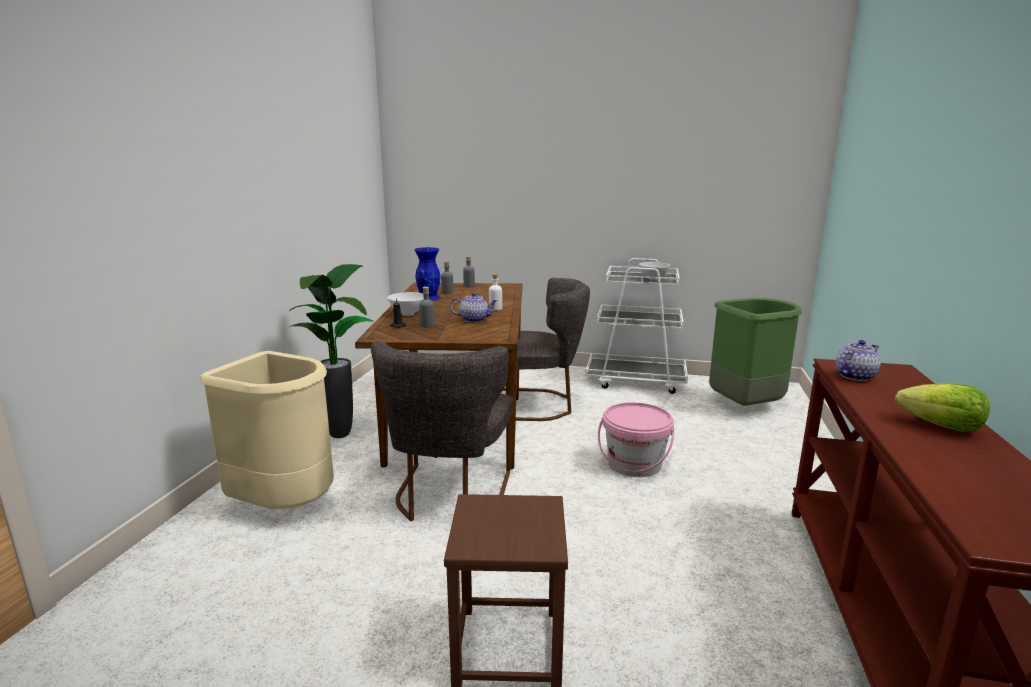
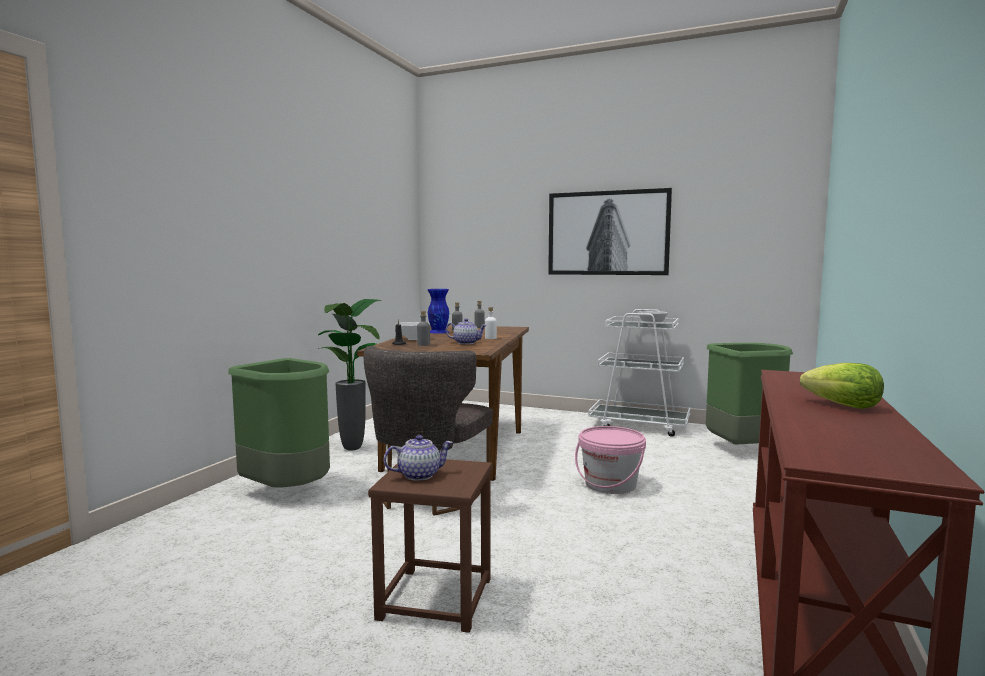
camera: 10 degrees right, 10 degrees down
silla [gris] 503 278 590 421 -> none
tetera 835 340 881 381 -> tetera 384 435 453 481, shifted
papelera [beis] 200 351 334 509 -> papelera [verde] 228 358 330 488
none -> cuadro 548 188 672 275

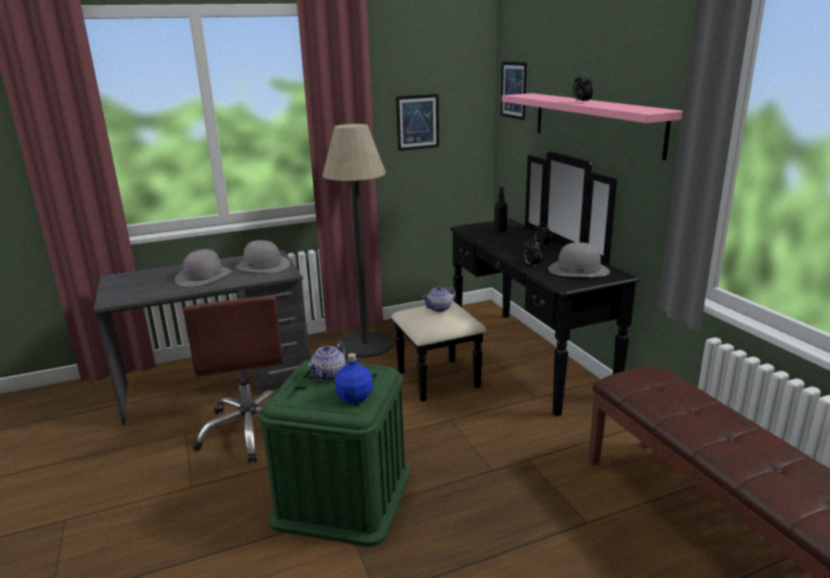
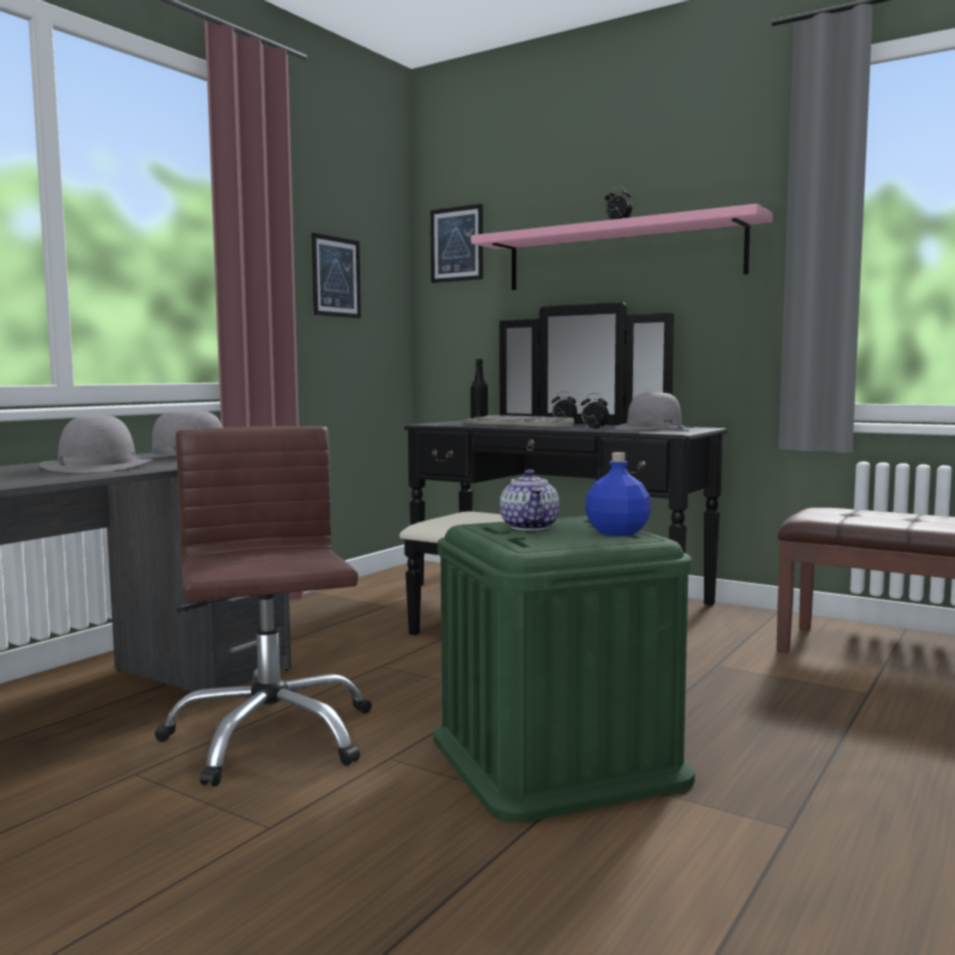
camera: 35 degrees left, 15 degrees down
lámpara de pie 322 124 393 358 -> none
tetera 422 286 456 312 -> none
silla de oficina [marrón] 183 296 286 463 -> silla de oficina [marrón] 155 426 372 787, 150 degrees counterclockwise
none -> teclado 464 415 574 427

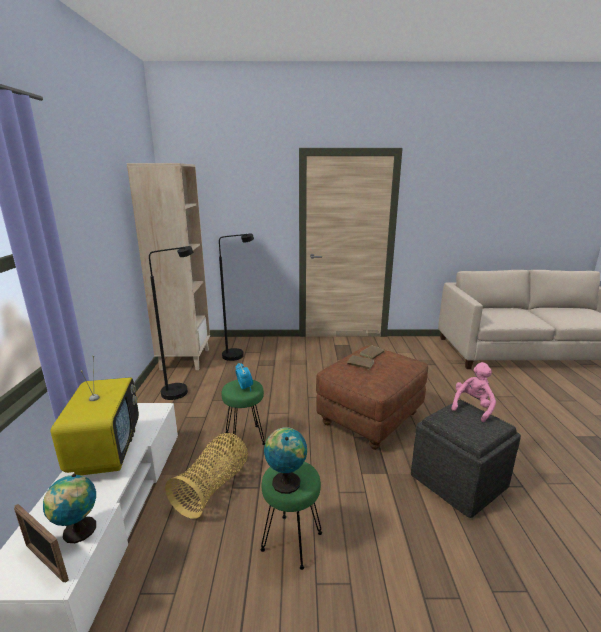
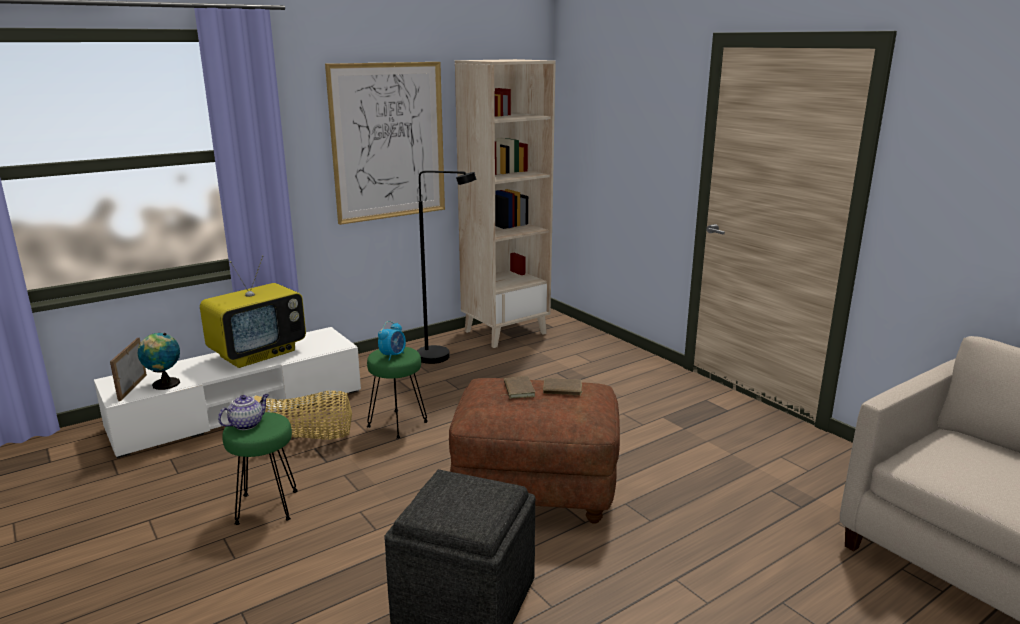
camera: 55 degrees right, 0 degrees up
lámpara de pie [negro] 219 233 254 361 -> none
peluche [rosa] 451 362 496 422 -> none
globo terráqueo 264 427 307 494 -> tetera 218 394 269 430
none -> cuadro 325 62 445 225

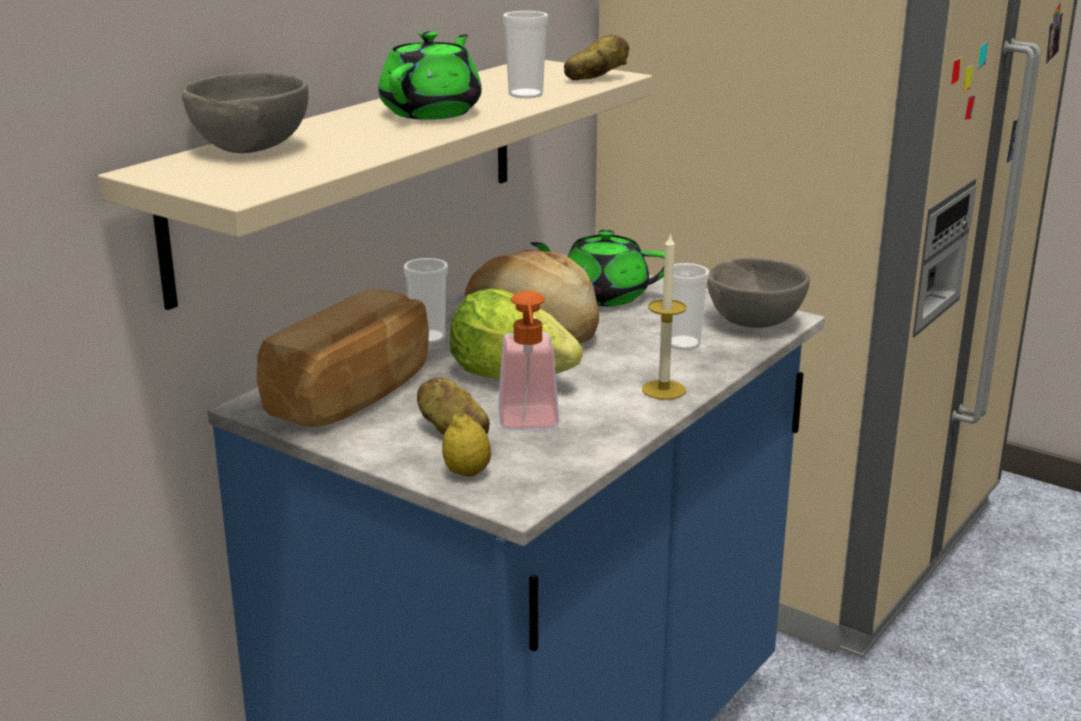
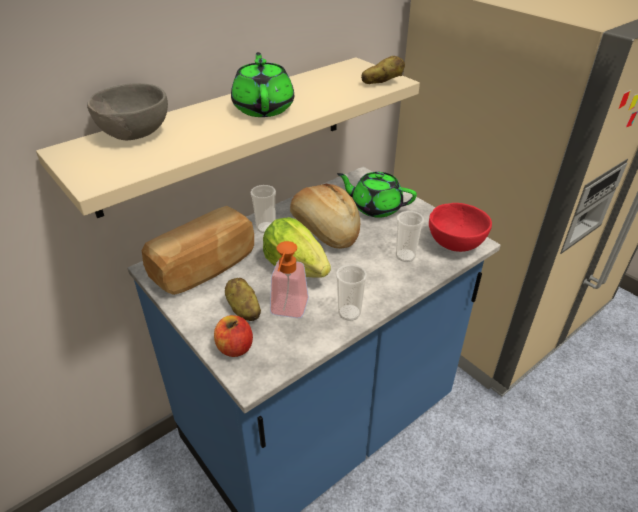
camera: 15 degrees right, 15 degrees up
taza 503 11 548 98 -> taza 336 264 367 321, shifted
tetera [verde] 378 31 482 120 -> tetera [verde] 231 52 294 117, 45 degrees counterclockwise
vela 642 232 686 400 -> none
cuenco [gris] 707 258 810 328 -> cuenco [rojo] 429 203 492 252
limón 442 413 491 476 -> manzana 214 315 253 357

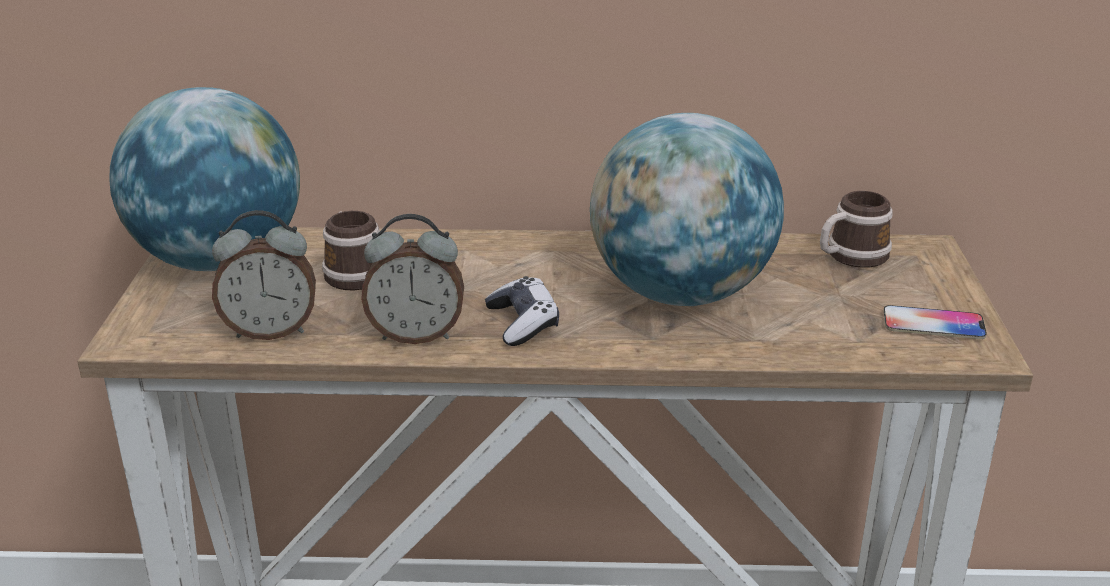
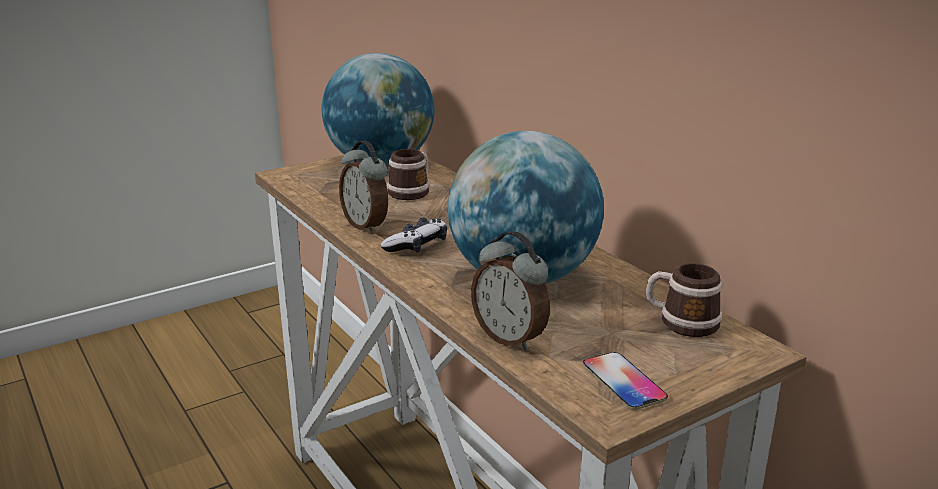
camera: 55 degrees right, 5 degrees down
despertador 212 210 316 340 -> despertador 471 231 550 351, shifted

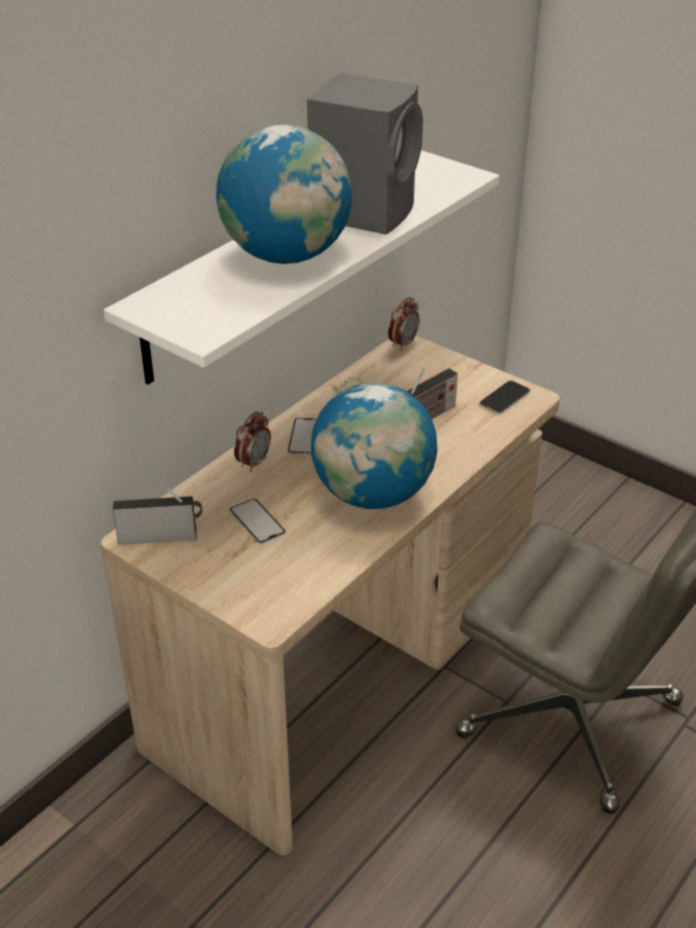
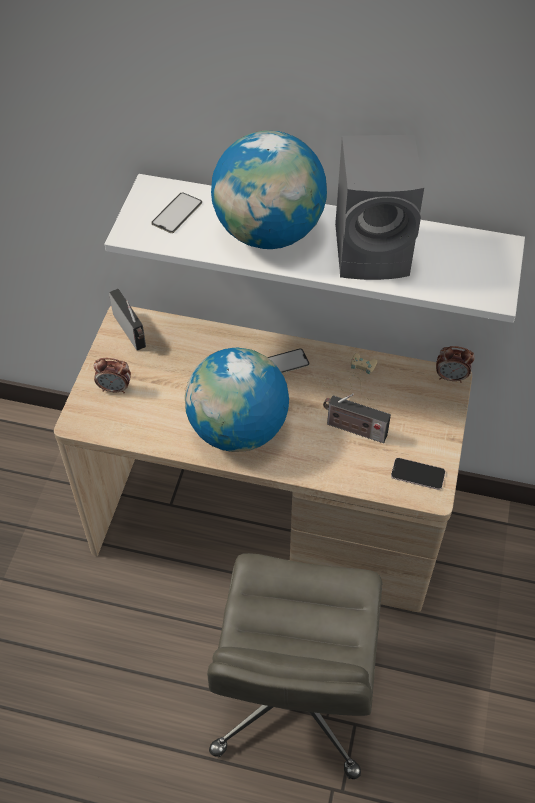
camera: 65 degrees right, 15 degrees up
despertador 234 411 271 472 -> despertador 94 358 131 393, shifted
móvil 230 499 286 544 -> móvil 151 192 202 233, shifted

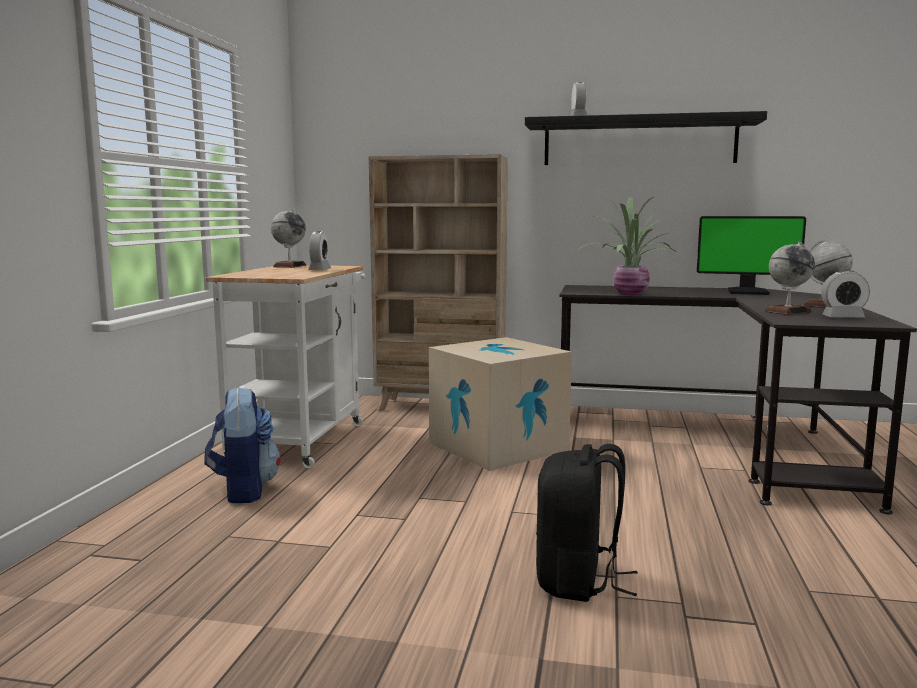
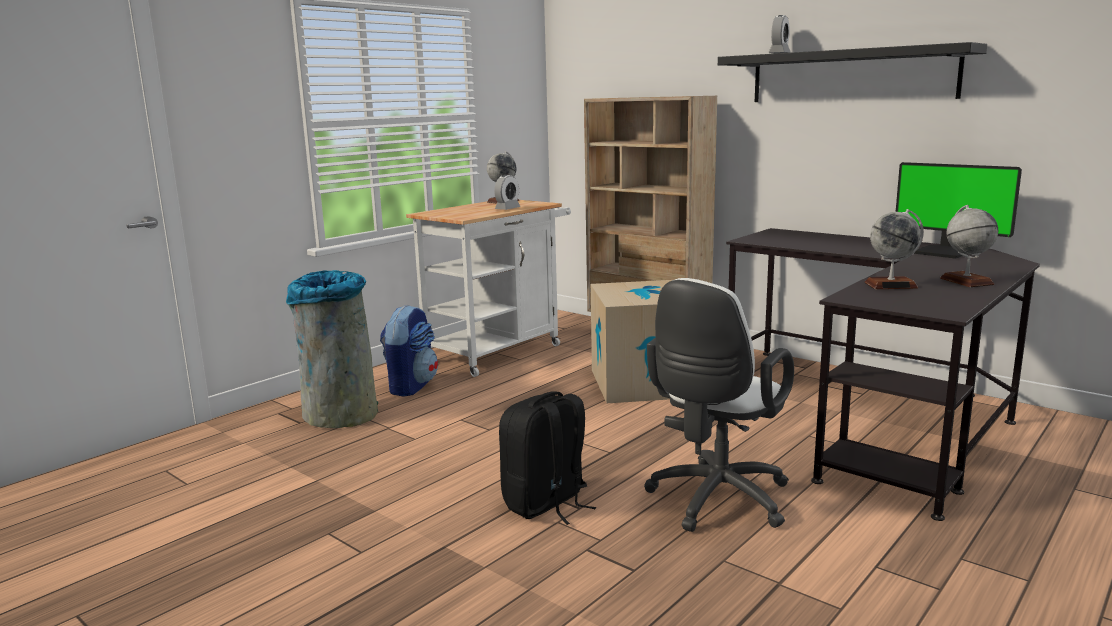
camera: 30 degrees right, 5 degrees up
planta en maceta 580 197 676 295 -> none
despertador 821 270 870 317 -> none
none -> papelera [gris] 286 270 378 428
none -> silla de oficina [blanco] 644 278 794 532

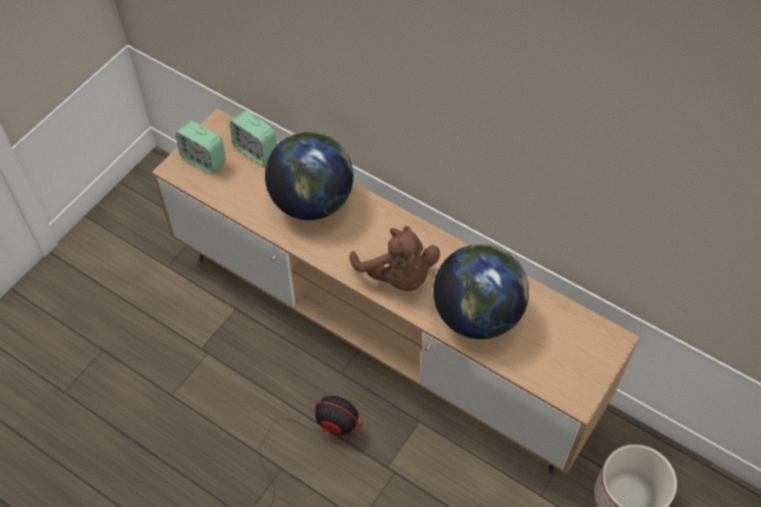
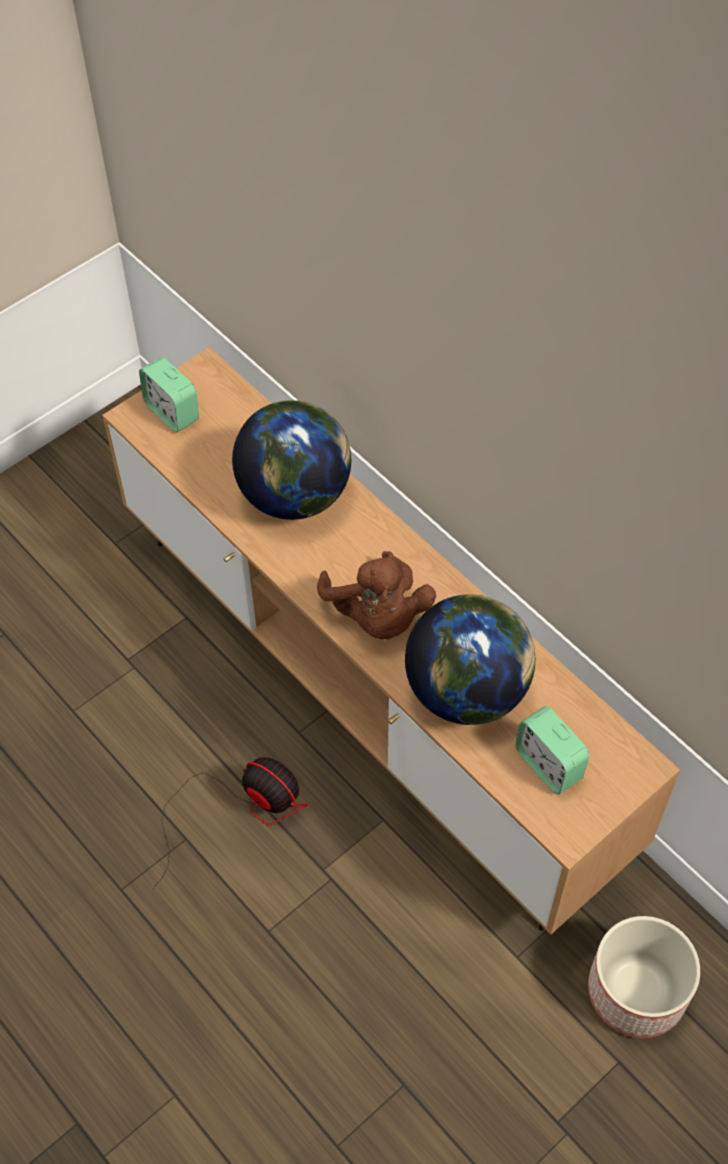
camera: 15 degrees right, 0 degrees up
despertador 230 111 277 165 -> despertador 515 706 590 795, shifted

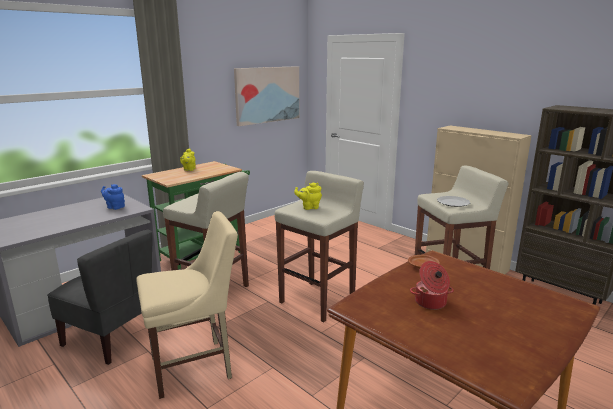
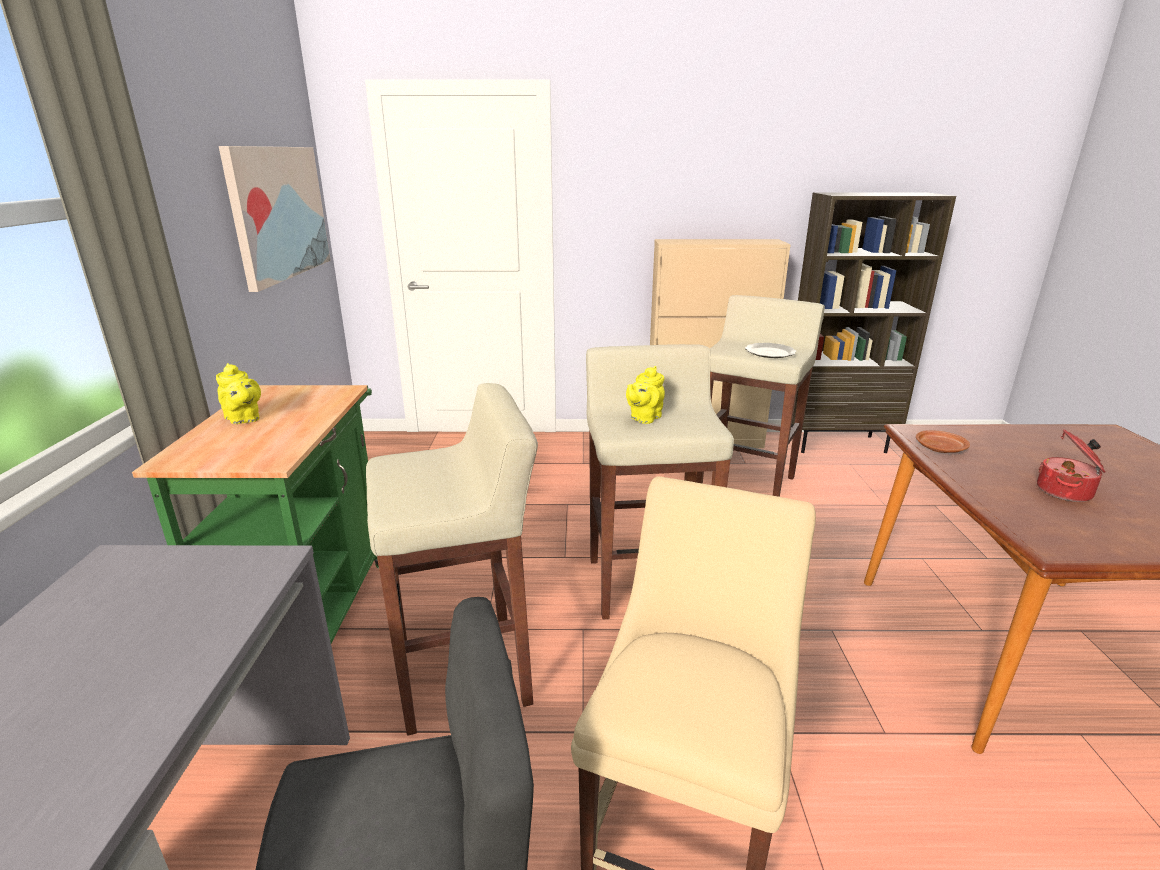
camera: 45 degrees left, 5 degrees up
tetera [azul] 101 184 125 210 -> none

